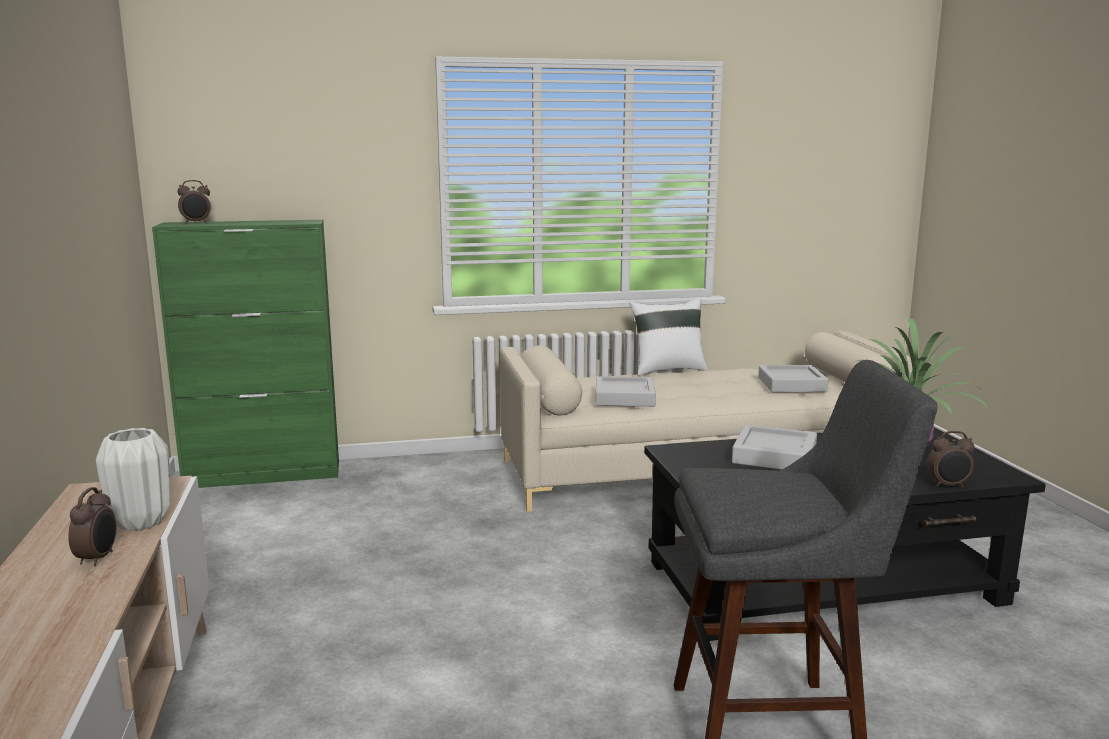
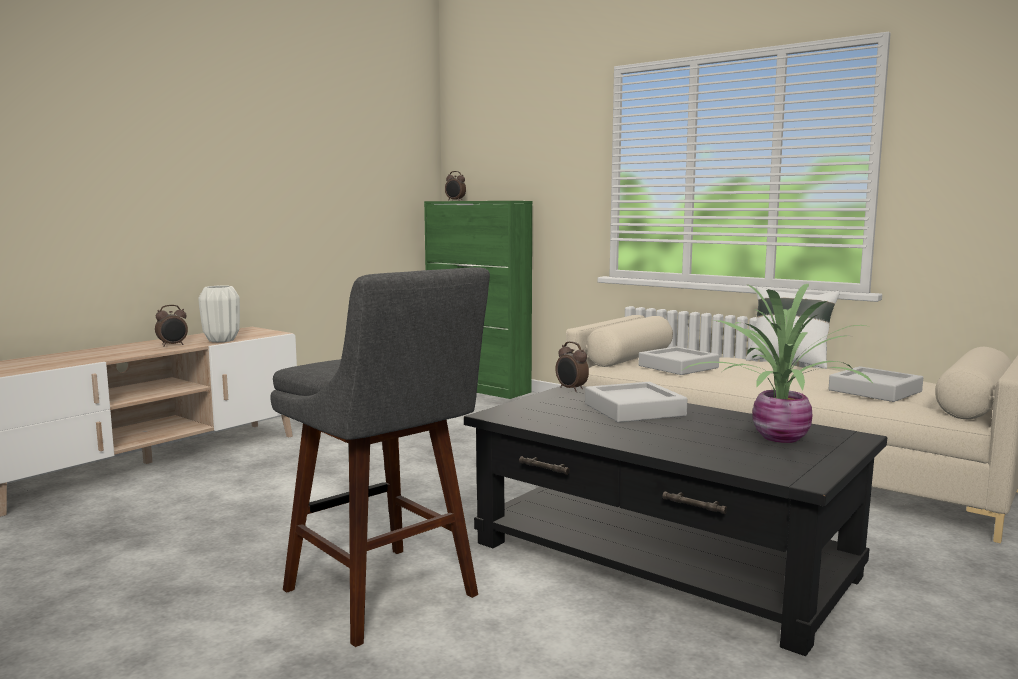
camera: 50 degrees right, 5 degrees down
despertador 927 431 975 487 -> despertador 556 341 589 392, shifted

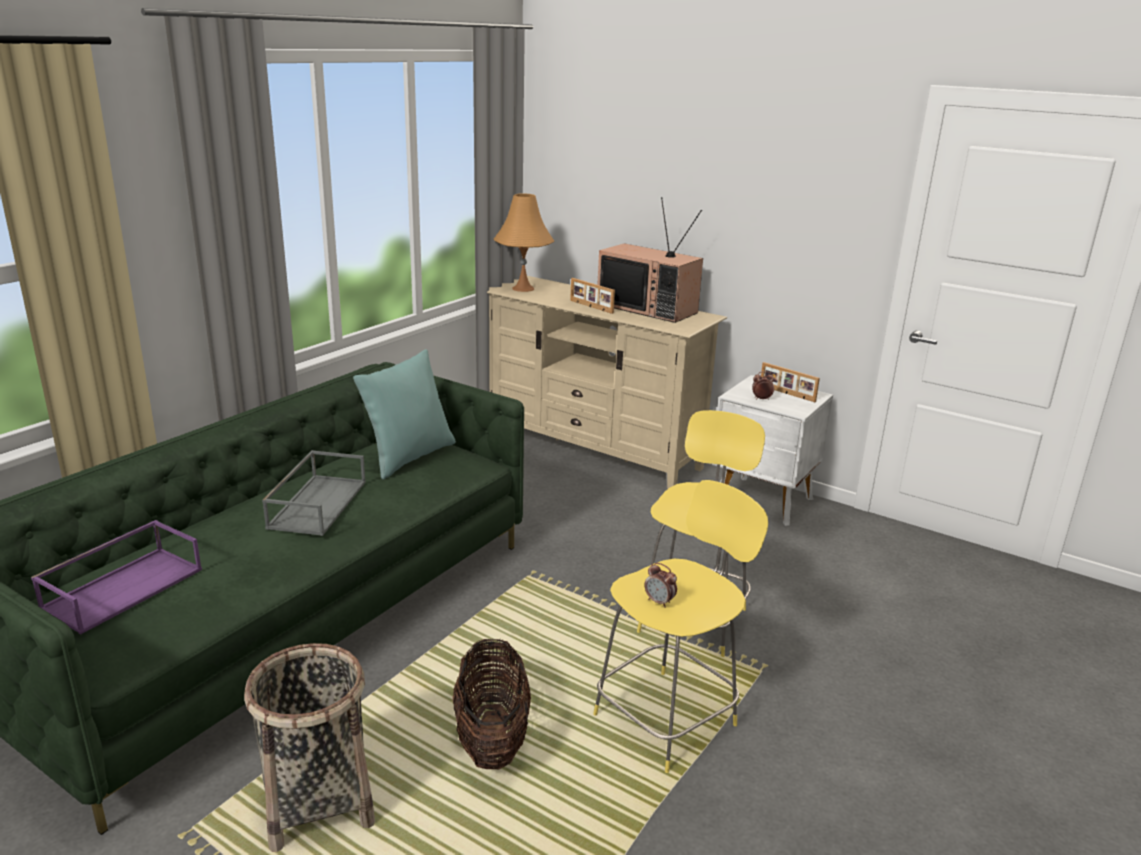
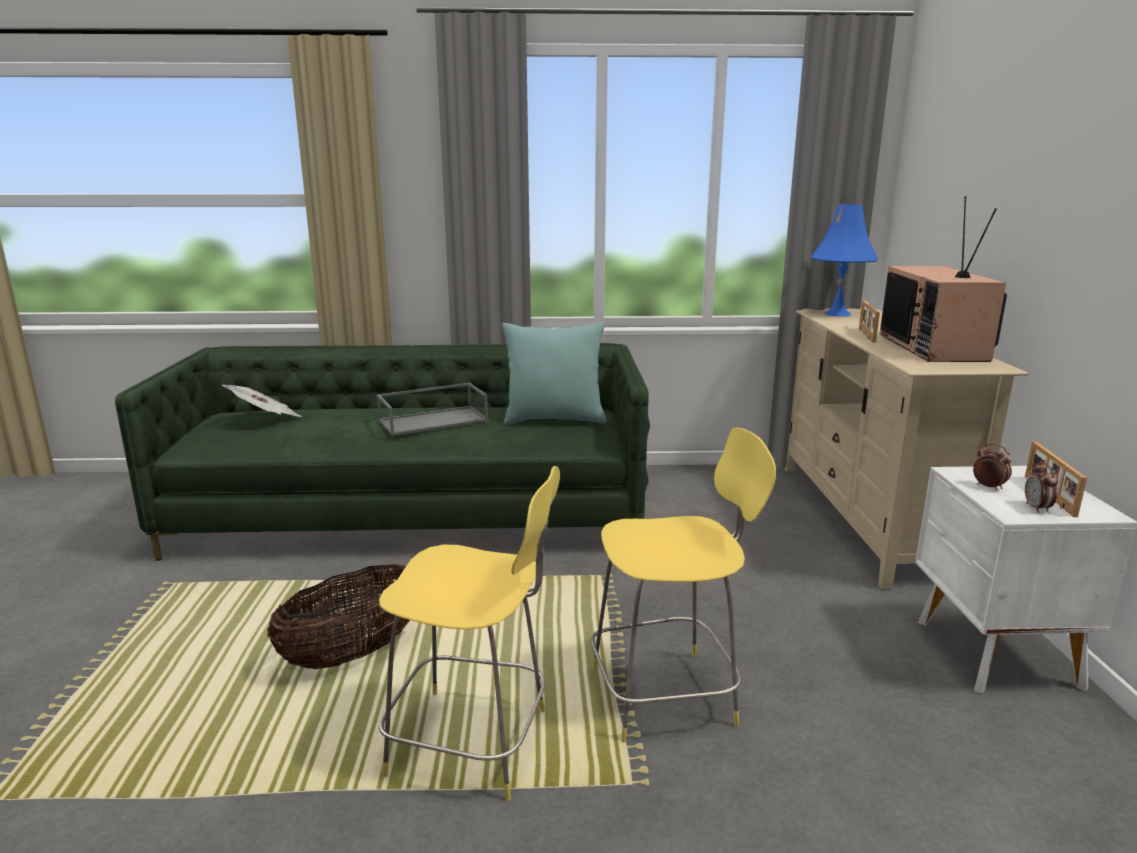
camera: 55 degrees right, 5 degrees down
lámpara de mesa [naranja] 493 194 554 292 -> lámpara de mesa [azul] 810 204 878 316
bandeja [morado] 31 520 202 634 -> periódico 222 385 303 417
despertador 644 563 677 608 -> despertador 1025 462 1058 513, shifted
cesta 244 643 375 852 -> none

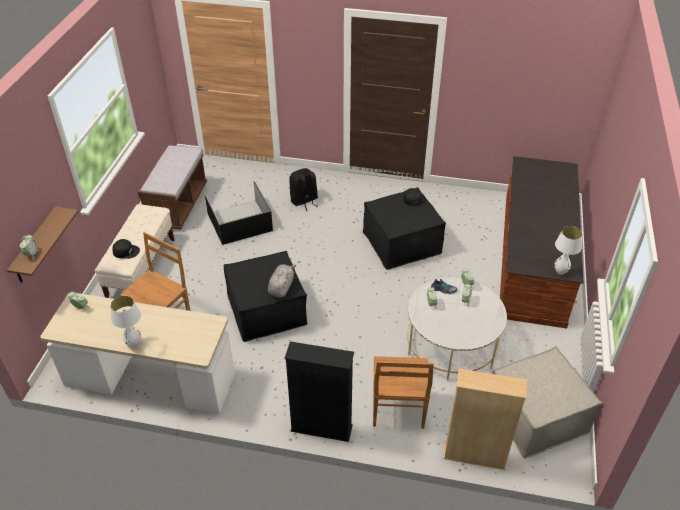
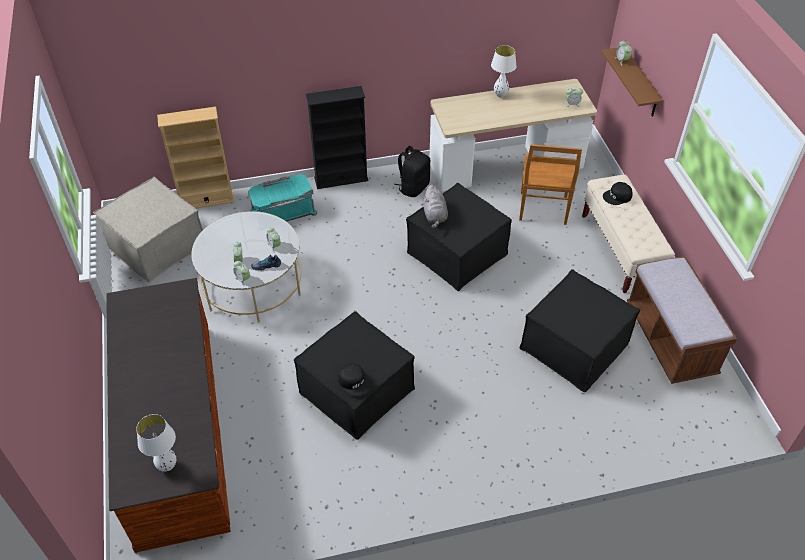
camera: 155 degrees right, 5 degrees up
mochila [negro] 289 168 318 211 -> mochila [negro] 394 146 430 197, shifted
caja de almacenaje [negro] 205 181 273 245 -> puf [negro] 519 269 640 392
lámpara de mesa [blanco] 554 226 583 275 -> lámpara de mesa [blanco] 136 414 176 472, shifted
silla [marrón] 373 356 434 429 -> caja de almacenaje [turquesa] 248 174 317 222

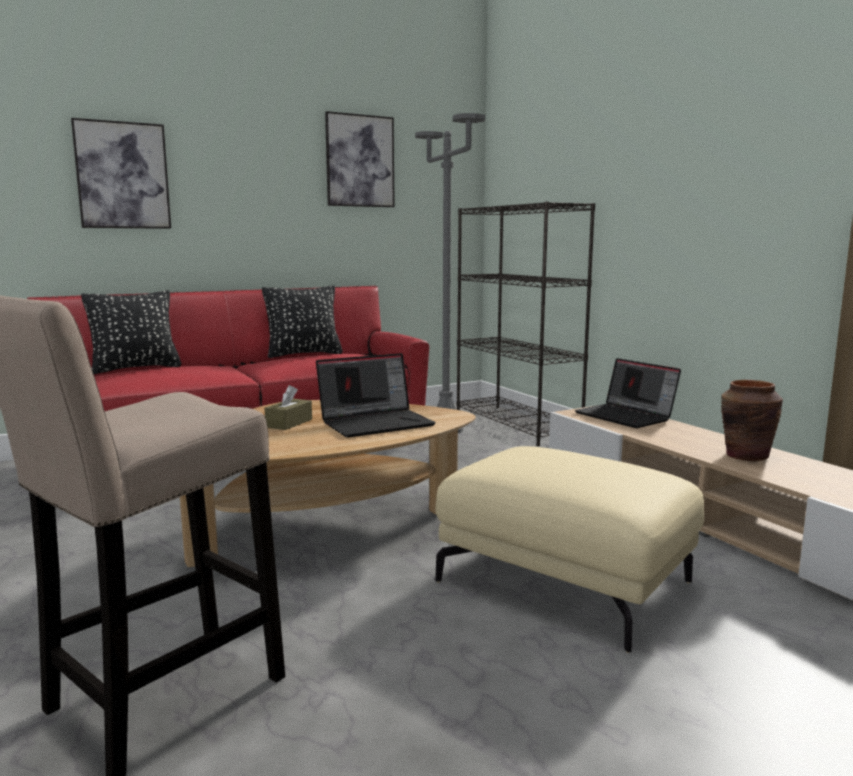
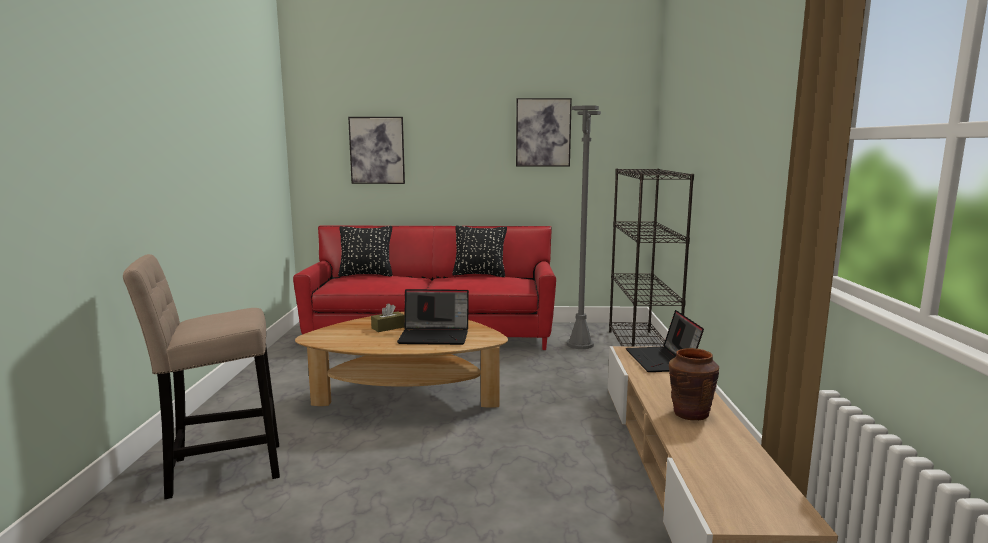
camera: 30 degrees right, 0 degrees up
puf [beis] 435 446 704 653 -> none

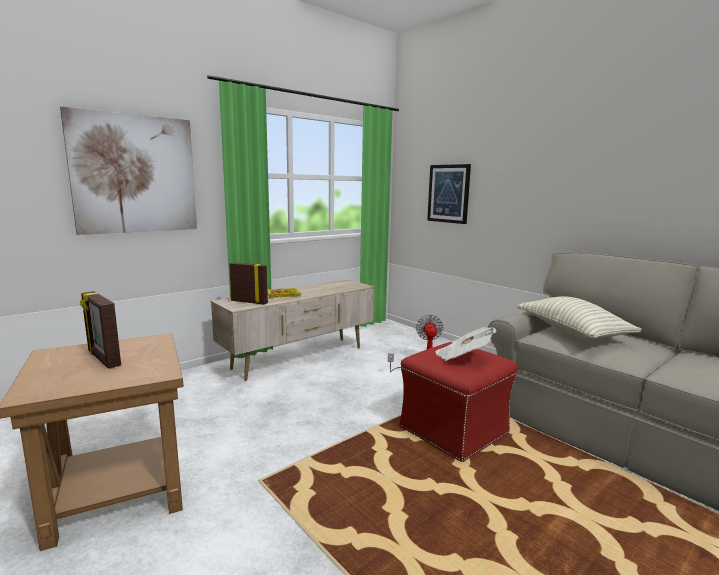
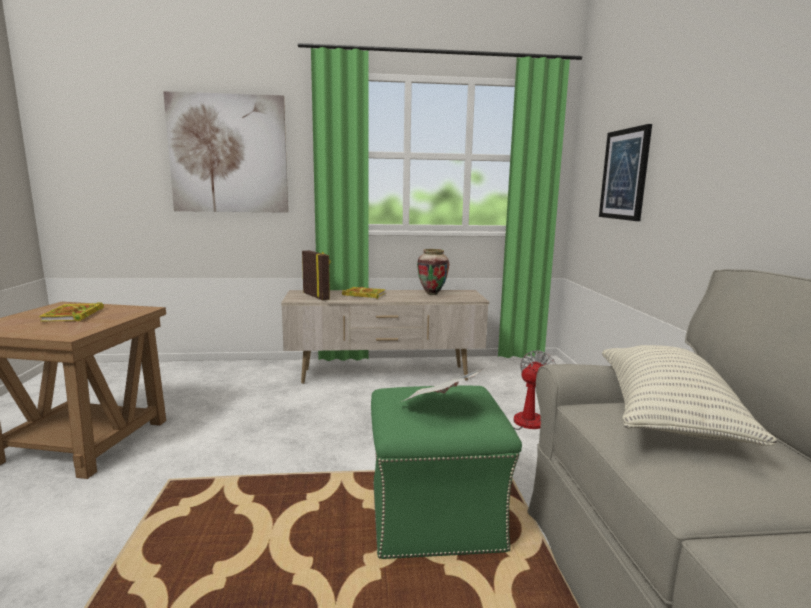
camera: 35 degrees right, 0 degrees up
portarretratos 80 291 121 369 -> libro 39 302 104 321
puf [rojo] 399 342 518 462 -> puf [verde] 371 386 522 559
none -> florero 417 249 449 295

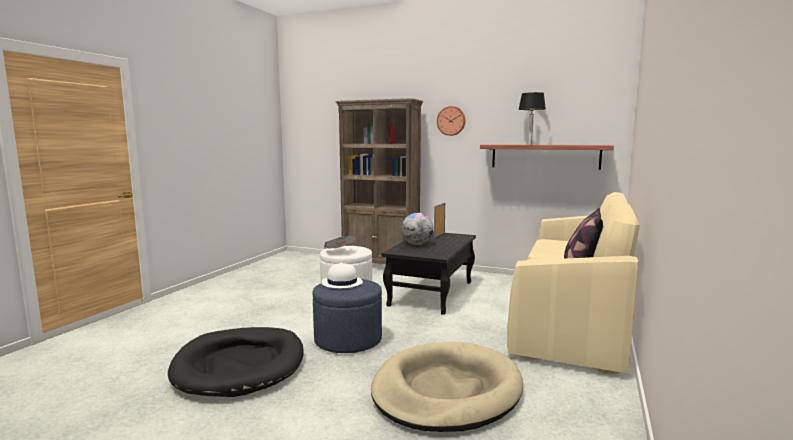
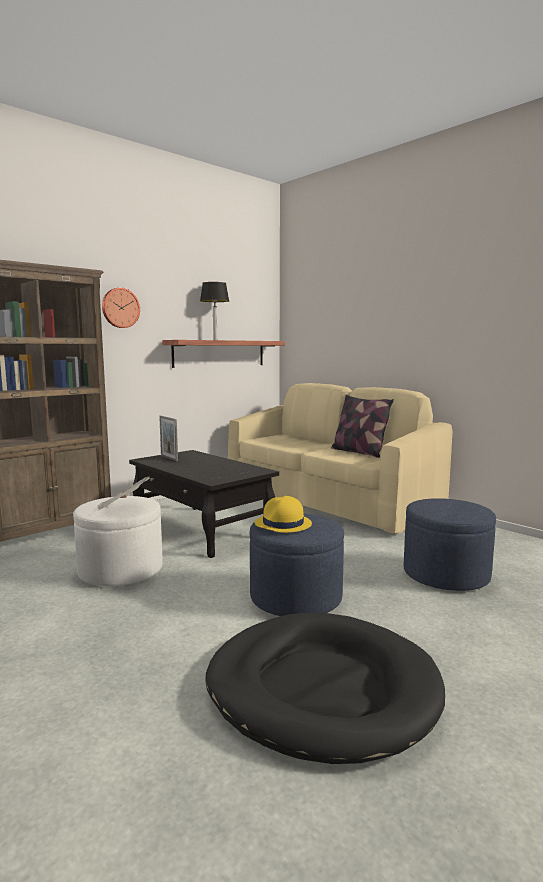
camera: 65 degrees left, 0 degrees up
globo terráqueo 401 213 434 245 -> none
sombrero [blanco] 322 263 363 288 -> sombrero [amarillo] 255 496 312 533
cama para perro [beis] 371 342 523 432 -> puf [azul] 404 498 496 591

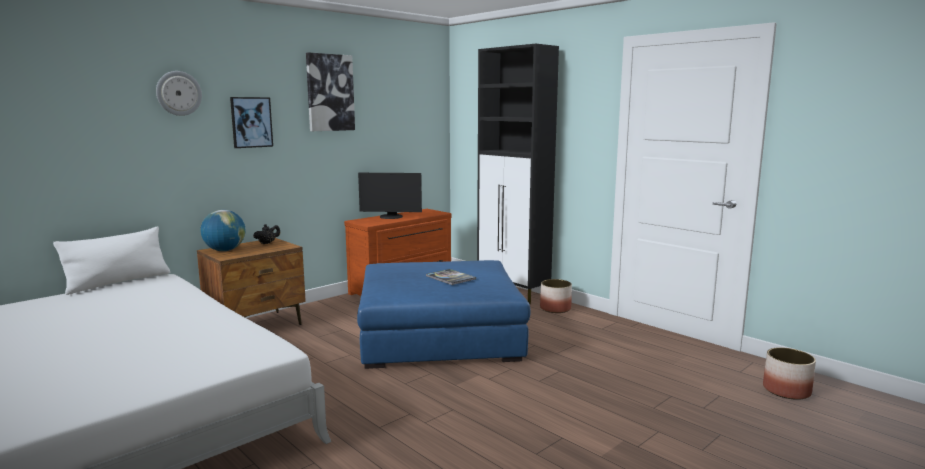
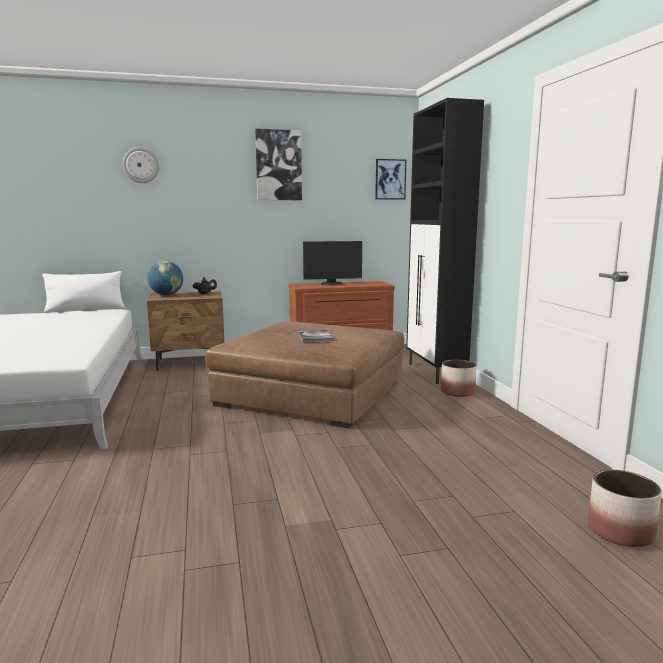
camera: 30 degrees right, 0 degrees up
cuadro 230 97 273 148 -> cuadro 375 159 406 200, shifted
monitor 358 173 422 219 -> monitor 303 241 362 285, 45 degrees counterclockwise
puf [azul] 357 260 530 369 -> puf [marrón] 205 321 404 428

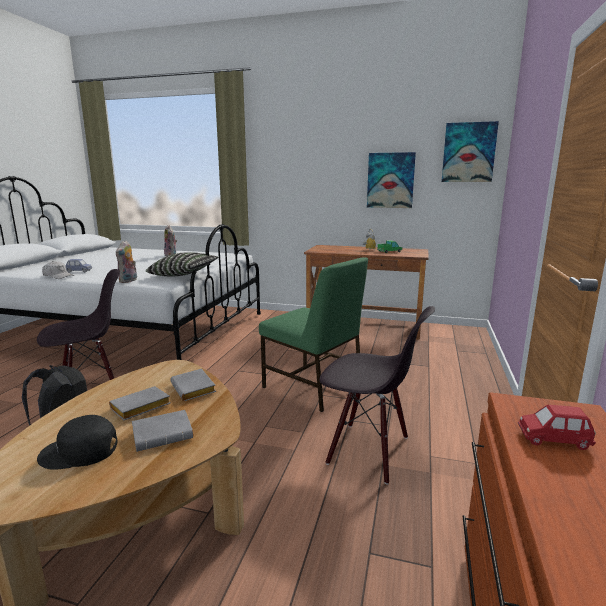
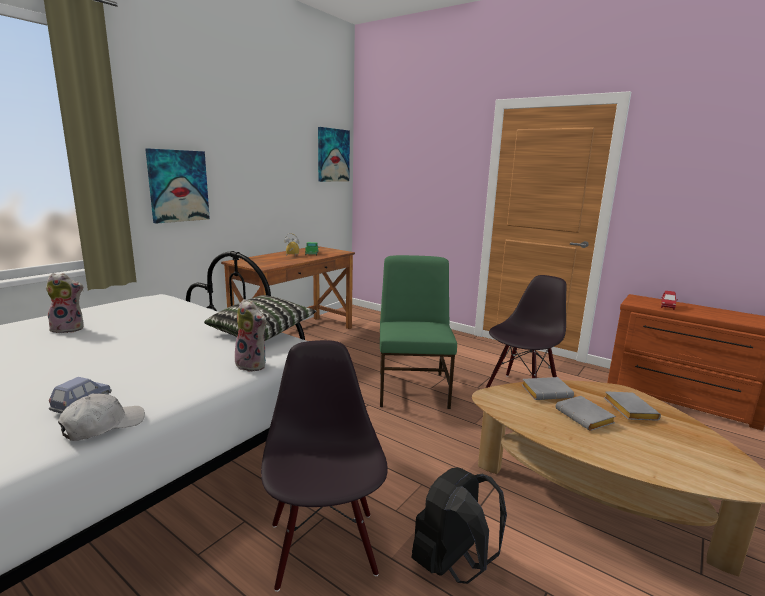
camera: 70 degrees left, 0 degrees up
cuadro 367 152 416 208 -> cuadro 145 148 210 224, shifted
silla [verde] 259 257 368 412 -> silla [verde] 380 255 457 409, 60 degrees counterclockwise
gorra [negro] 37 415 118 470 -> none

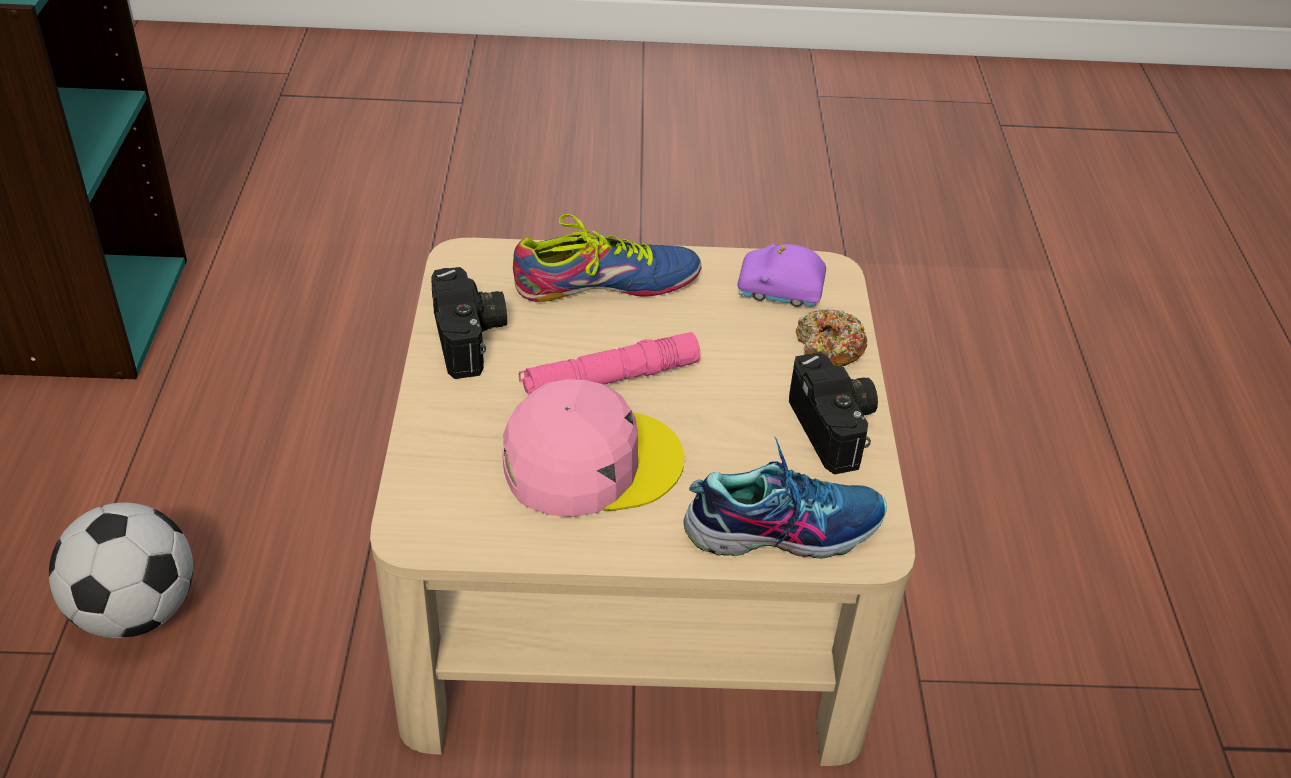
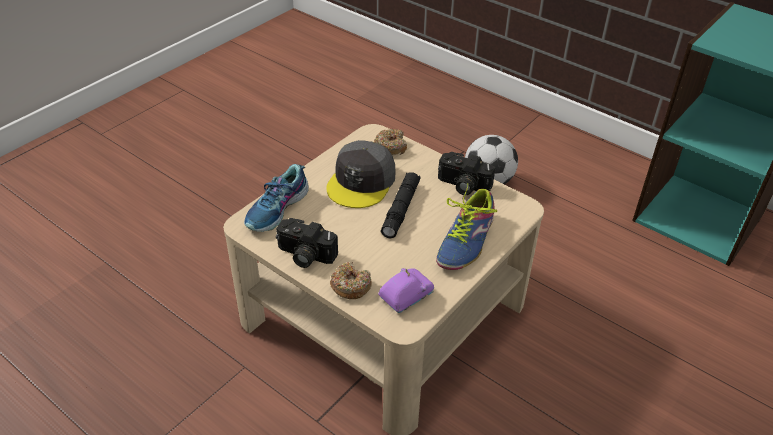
camera: 130 degrees right, 0 degrees up
linterna [rosa] 519 332 700 395 -> linterna [negro] 381 172 421 239
gorra [rosa] 503 379 684 517 -> gorra [gris] 326 140 395 208
none -> rosquilla 374 129 407 155

